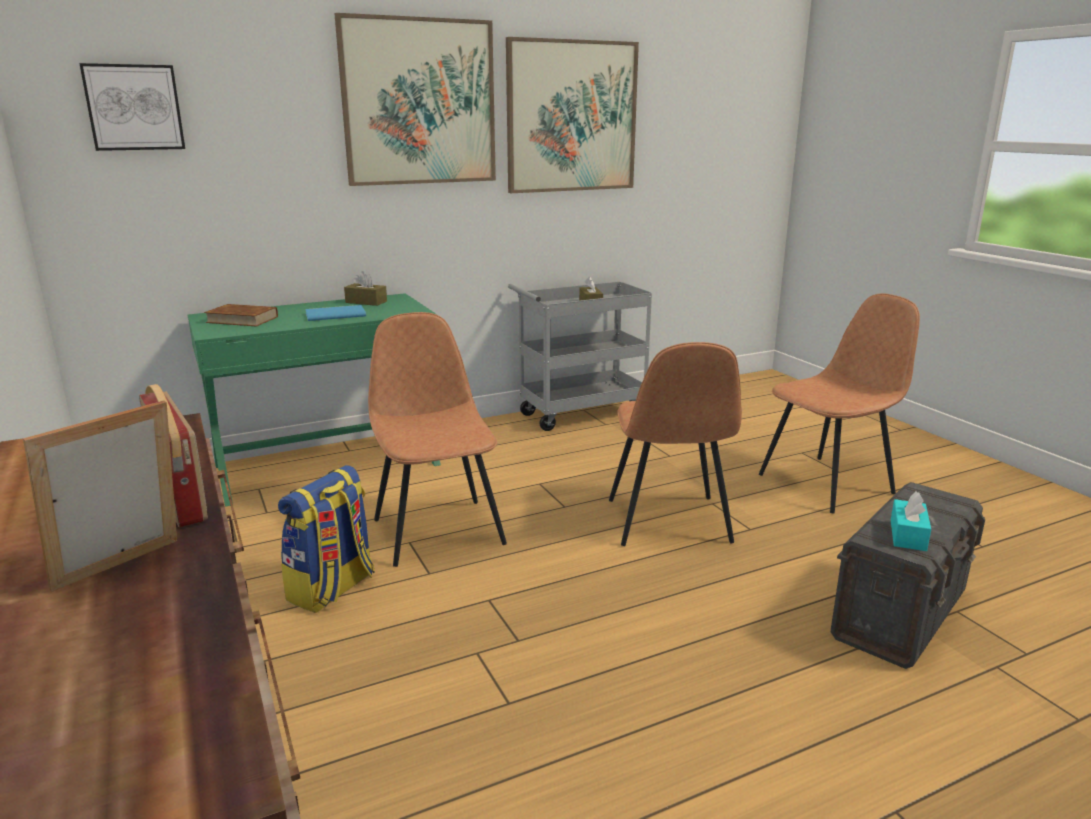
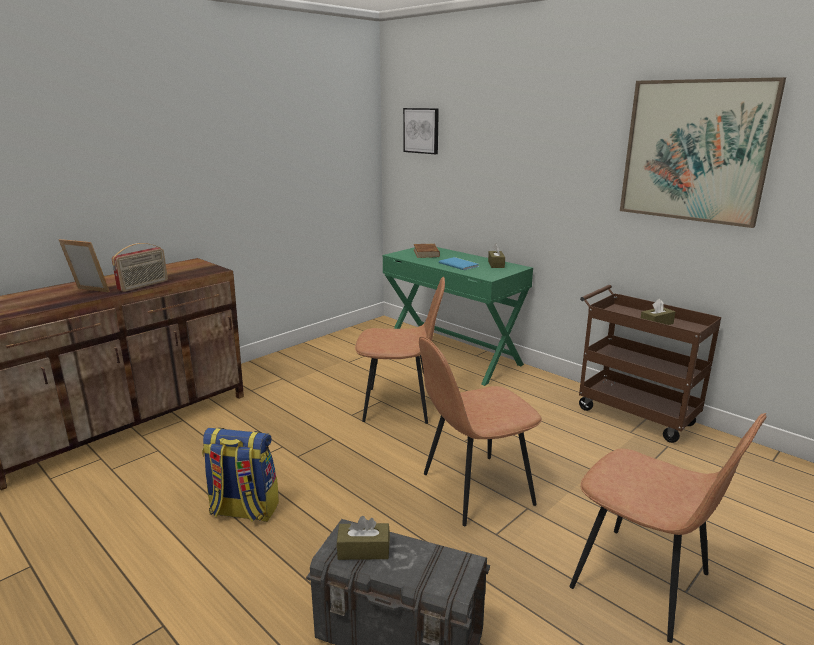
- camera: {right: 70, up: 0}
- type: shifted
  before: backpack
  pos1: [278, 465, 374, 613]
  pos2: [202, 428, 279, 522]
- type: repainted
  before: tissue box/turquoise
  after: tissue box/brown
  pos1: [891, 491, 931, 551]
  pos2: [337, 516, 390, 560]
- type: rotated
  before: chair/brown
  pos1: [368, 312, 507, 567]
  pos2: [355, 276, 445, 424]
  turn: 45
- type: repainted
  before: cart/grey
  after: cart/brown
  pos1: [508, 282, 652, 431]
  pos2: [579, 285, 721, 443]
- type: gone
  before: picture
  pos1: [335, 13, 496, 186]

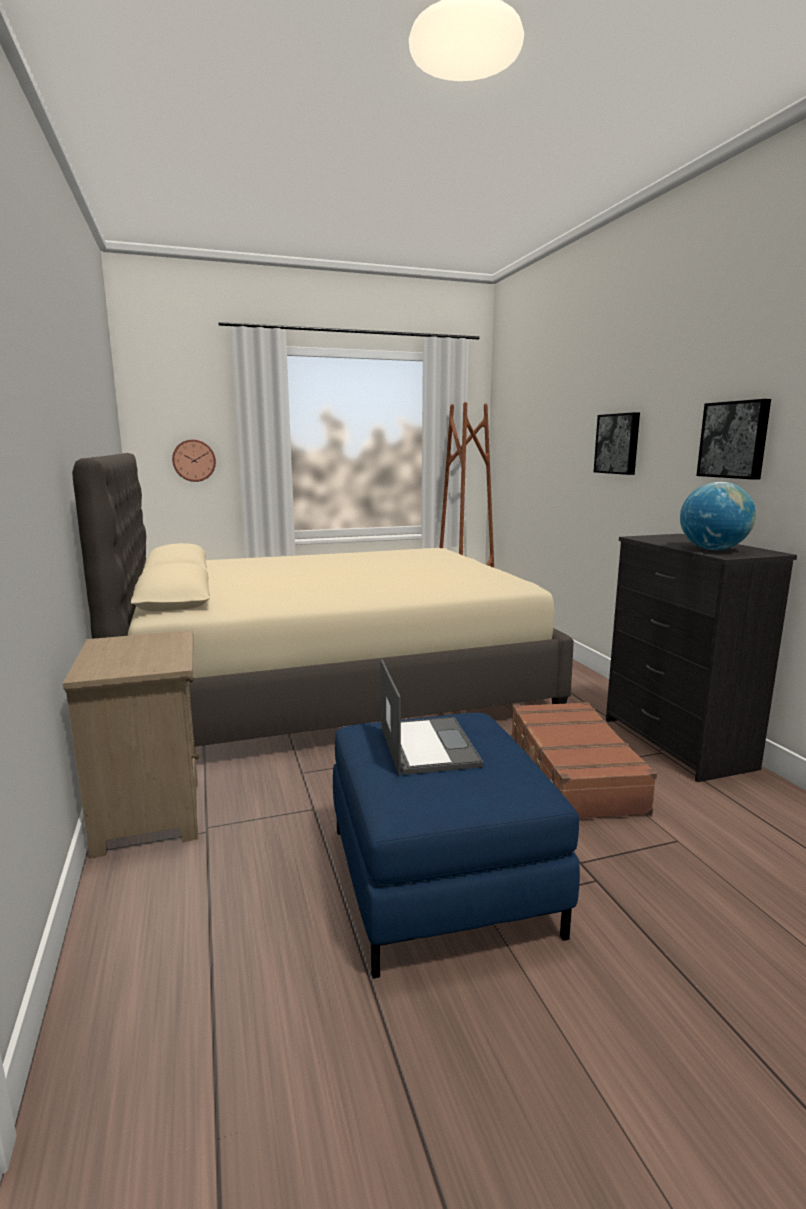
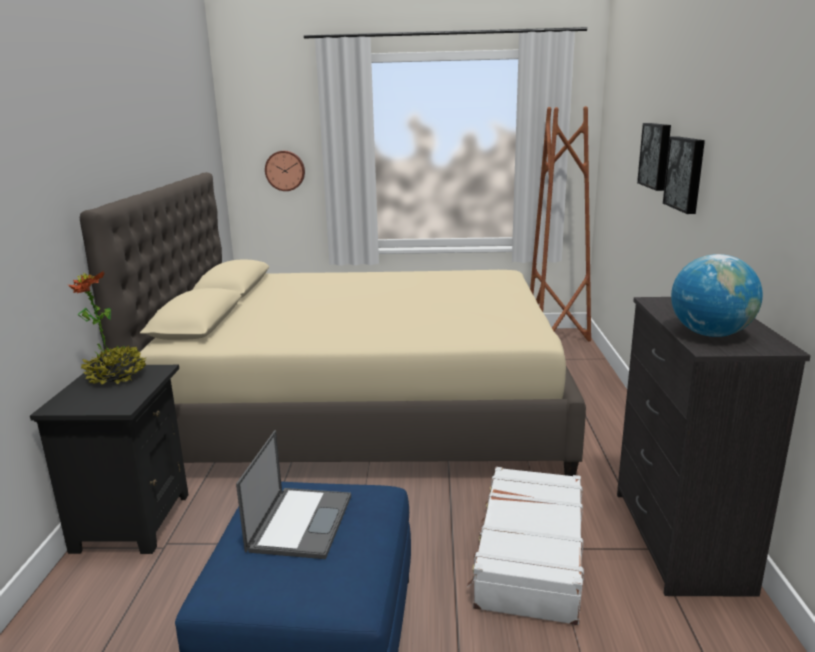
- camera: {right: 20, up: 5}
- type: repainted
  before: nightstand/beige
  after: nightstand/black
  pos1: [63, 630, 199, 858]
  pos2: [30, 365, 189, 554]
- type: new
  after: potted plant
  pos2: [68, 271, 147, 385]
- type: repainted
  before: suitcase/brown
  after: suitcase/white
  pos1: [511, 702, 657, 819]
  pos2: [467, 467, 584, 625]
- type: shifted
  before: picture
  pos1: [696, 399, 771, 480]
  pos2: [637, 123, 671, 191]

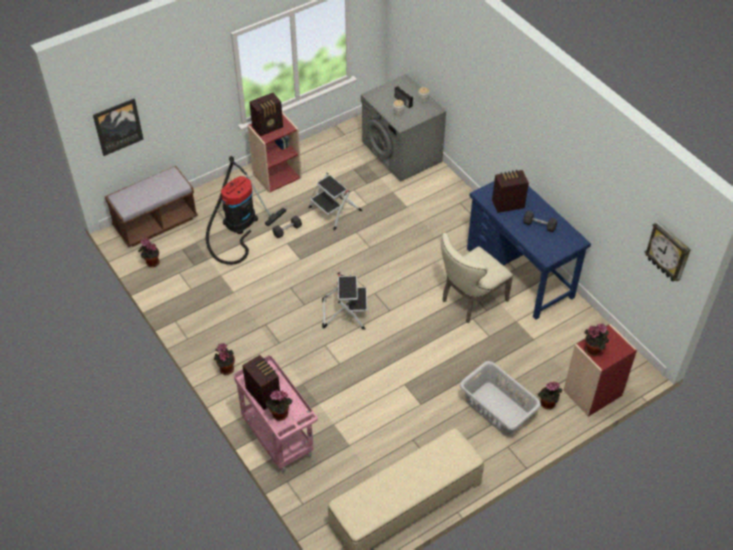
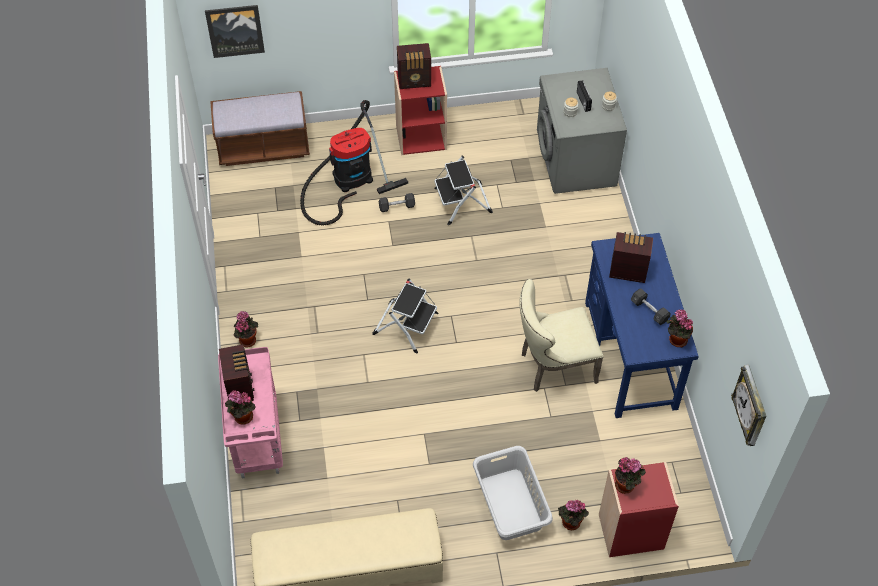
- camera: {right: 25, up: 5}
- type: shifted
  before: potted plant
  pos1: [138, 238, 160, 267]
  pos2: [667, 309, 693, 347]

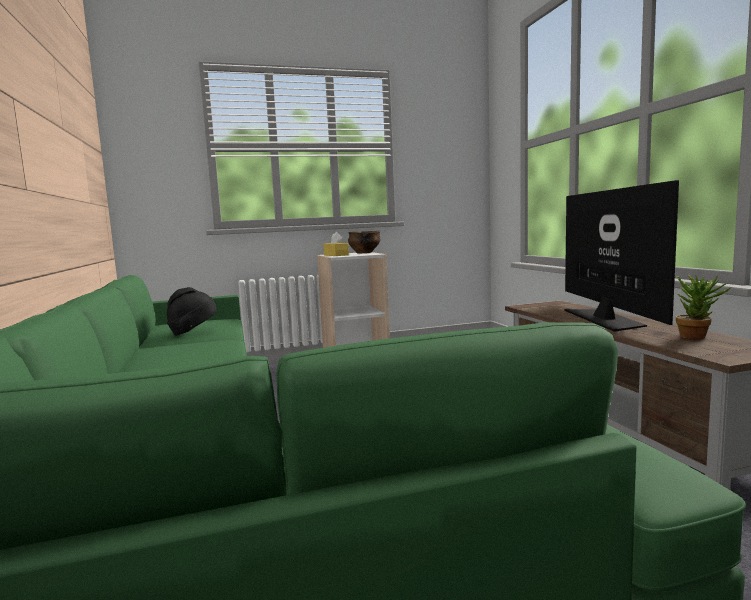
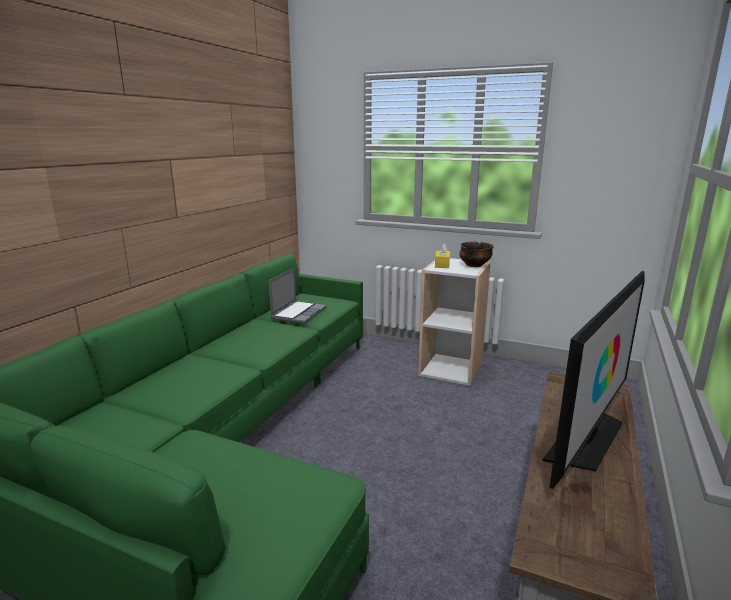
- camera: {right: 40, up: 10}
- type: swapped
  before: hat/black
  after: laptop
  pos1: [167, 287, 217, 336]
  pos2: [269, 268, 327, 324]
- type: gone
  before: potted plant
  pos1: [675, 275, 732, 340]

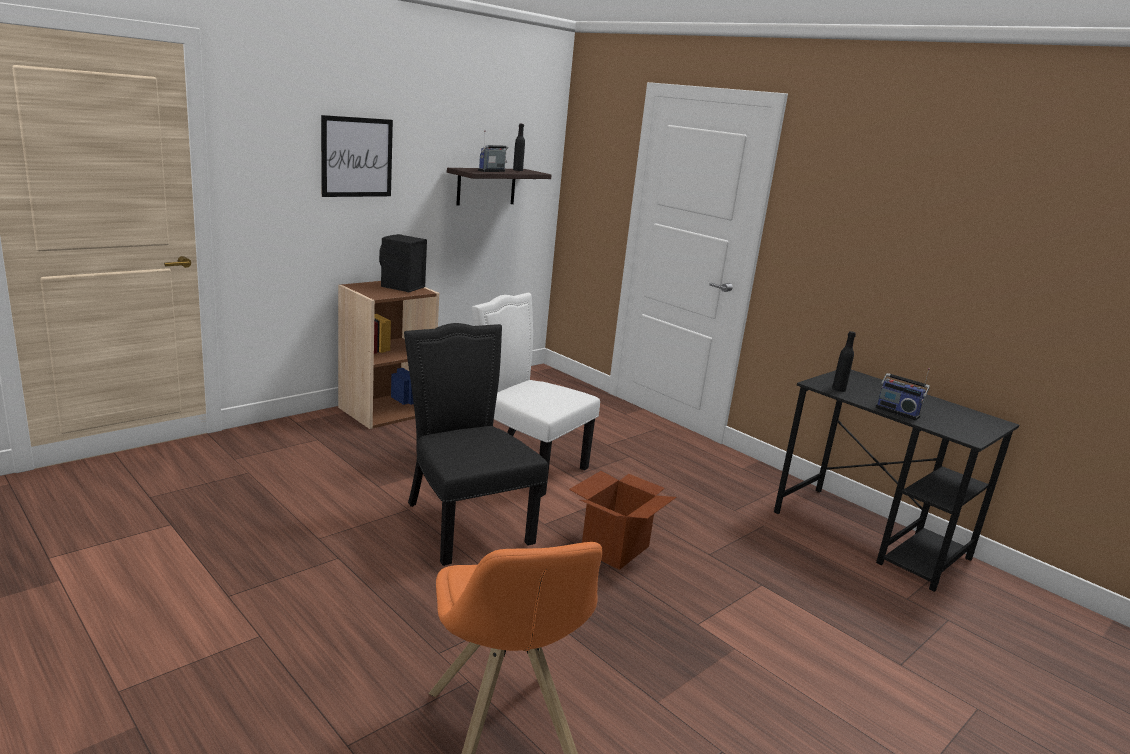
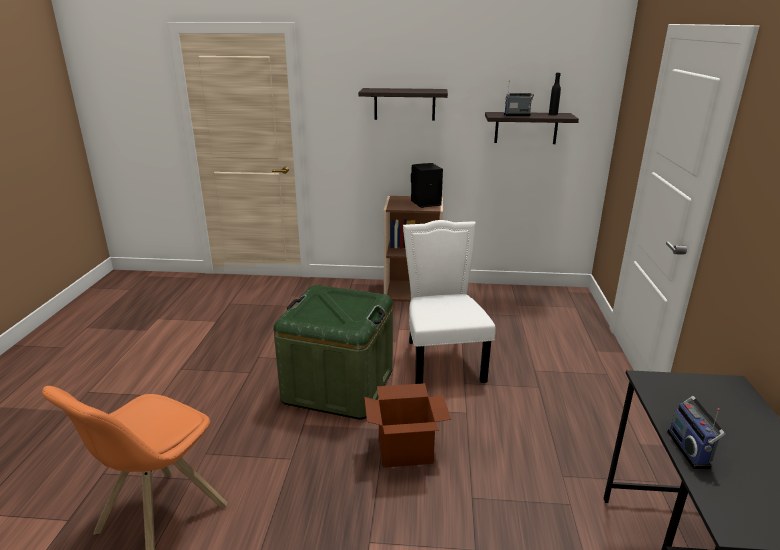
- camera: {right: 50, up: 5}
- type: swapped
  before: chair/black
  after: storage box/green
  pos1: [404, 323, 548, 566]
  pos2: [273, 285, 393, 420]
- type: swapped
  before: picture
  after: shelf
  pos1: [321, 115, 393, 197]
  pos2: [358, 88, 448, 121]
- type: gone
  before: bottle/black
  pos1: [832, 331, 856, 392]

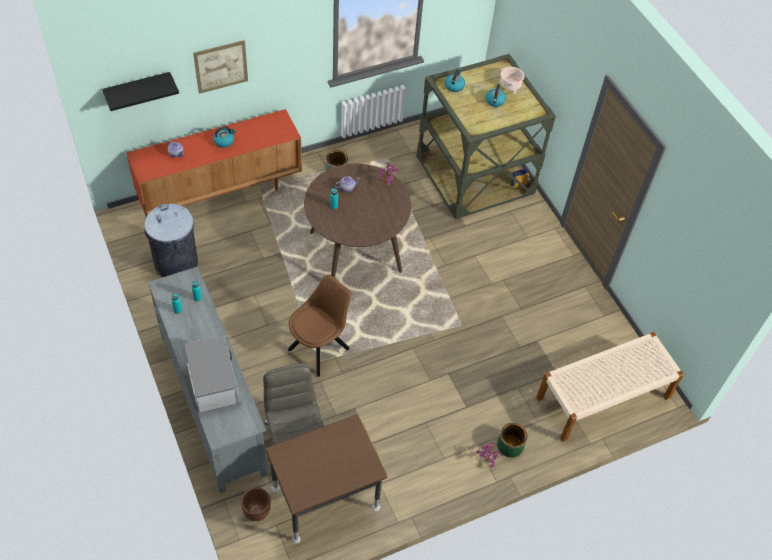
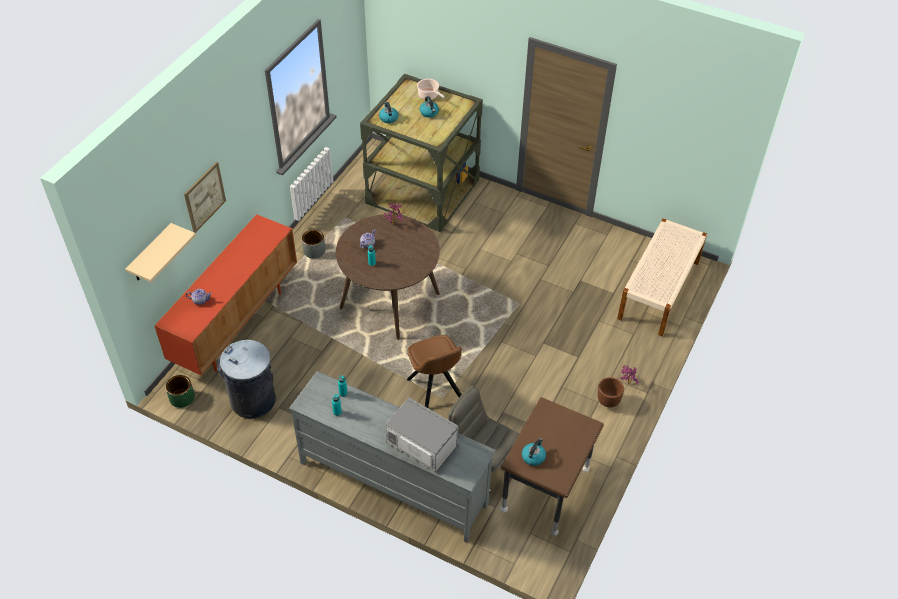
- camera: {right: -35, up: -5}
- type: repainted
  before: shelf/black
  after: shelf/beige
  pos1: [102, 72, 179, 111]
  pos2: [125, 223, 196, 282]
- type: shifted
  before: planter/green
  pos1: [497, 423, 527, 457]
  pos2: [165, 375, 195, 408]
- type: rotated
  before: chair/brown
  pos1: [288, 275, 351, 377]
  pos2: [407, 335, 462, 408]
  turn: 150
- type: shifted
  before: kettle
  pos1: [213, 127, 236, 148]
  pos2: [522, 438, 546, 466]
- type: shifted
  before: planter/brown
  pos1: [241, 487, 271, 521]
  pos2: [597, 377, 624, 407]

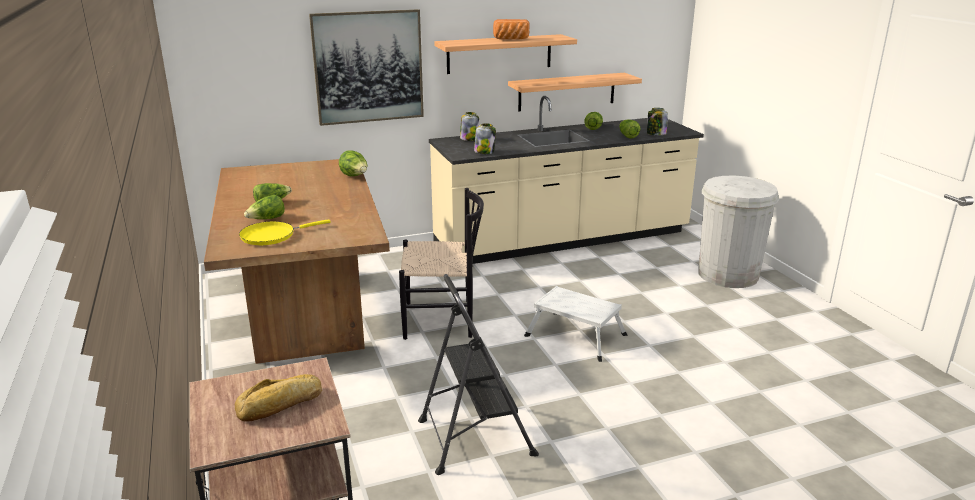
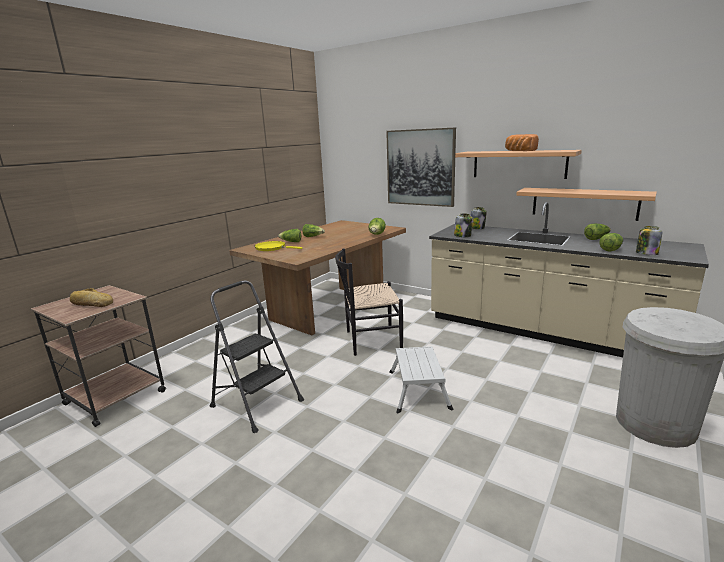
- camera: {right: 55, up: -5}
- type: rotated
  before: chair/black
  pos1: [399, 188, 484, 340]
  pos2: [335, 249, 403, 356]
  turn: 120

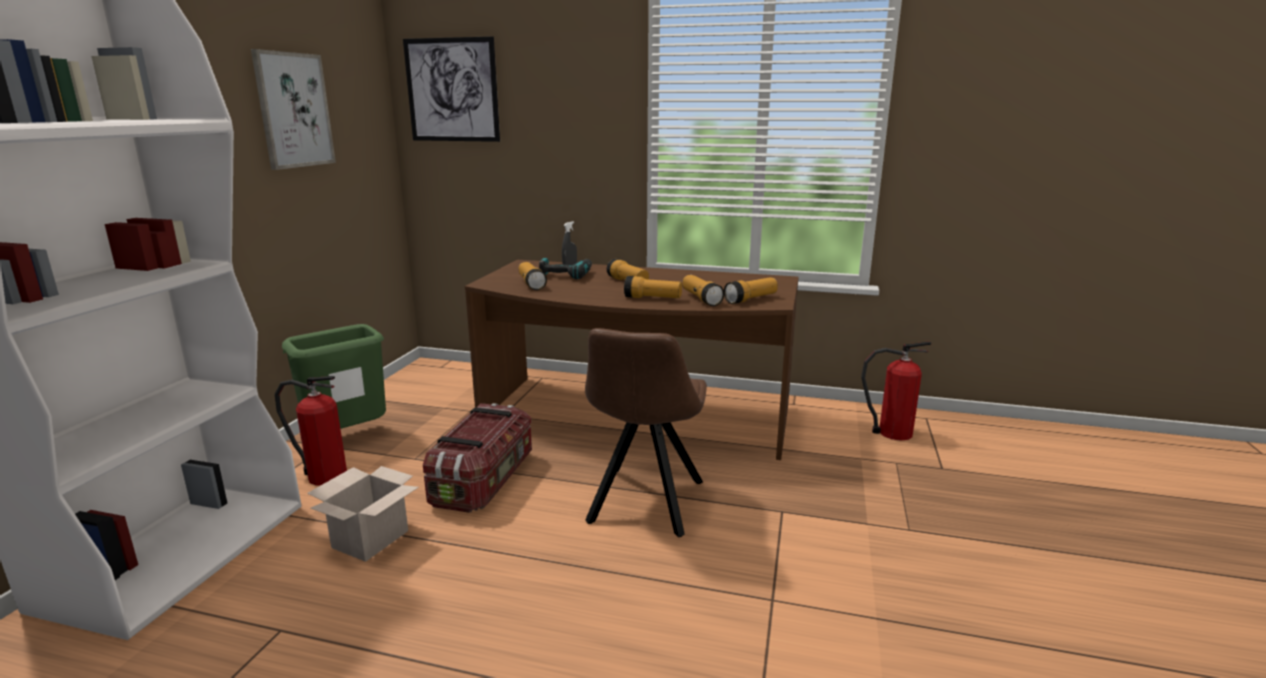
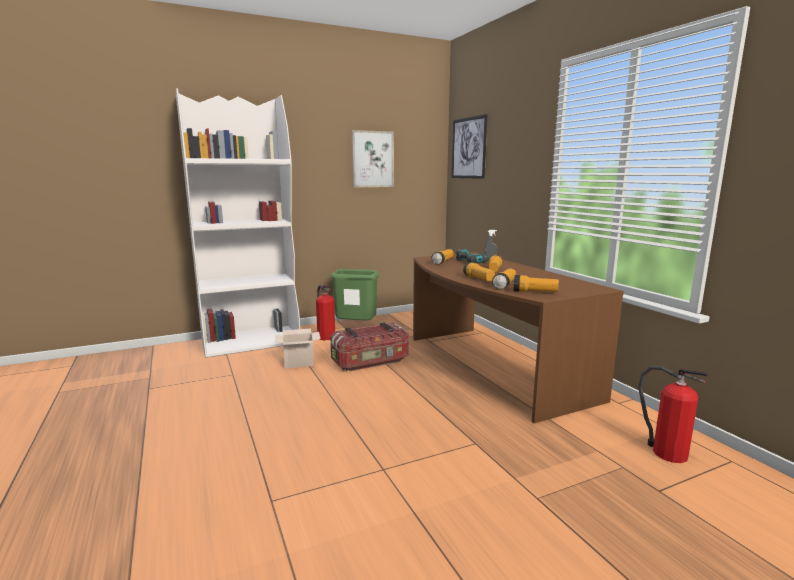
- camera: {right: 50, up: -5}
- type: gone
  before: chair/brown
  pos1: [585, 328, 707, 537]

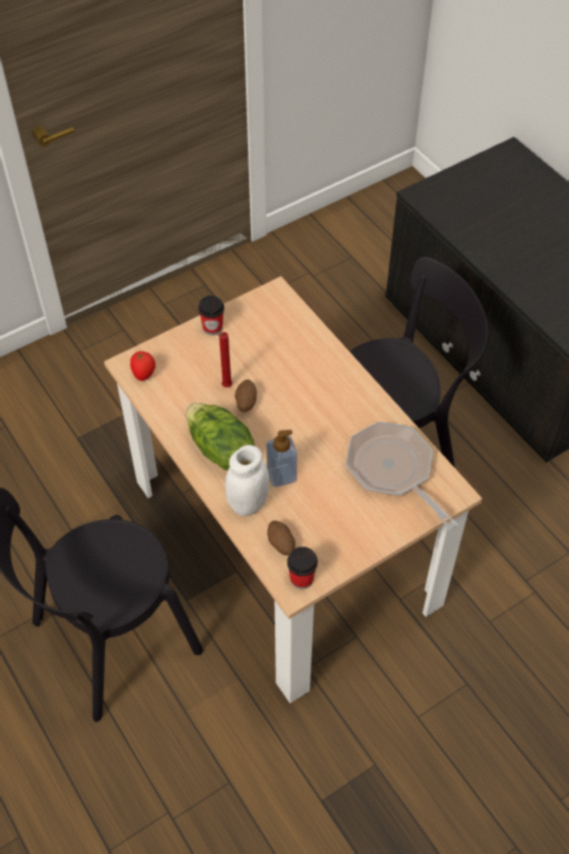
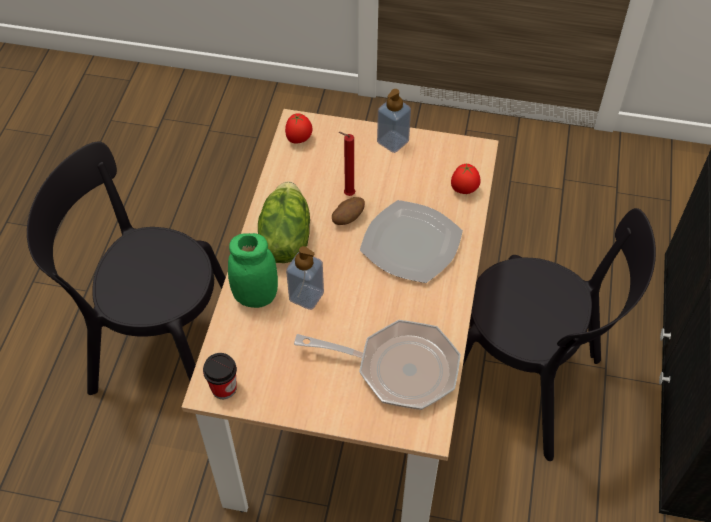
- camera: {right: 45, up: 0}
- type: repainted
  before: jar/white
  after: jar/green
  pos1: [225, 445, 270, 516]
  pos2: [228, 233, 278, 308]
- type: rotated
  before: frying pan
  pos1: [345, 422, 458, 530]
  pos2: [294, 320, 461, 410]
  turn: 90
- type: new
  after: plate
  pos2: [360, 200, 463, 283]
- type: swapped
  before: cup
  after: soap dispenser
  pos1: [198, 295, 224, 335]
  pos2: [377, 89, 411, 153]
- type: new
  after: tomato
  pos2: [451, 163, 480, 194]
- type: gone
  before: potato
  pos1: [267, 521, 295, 555]

